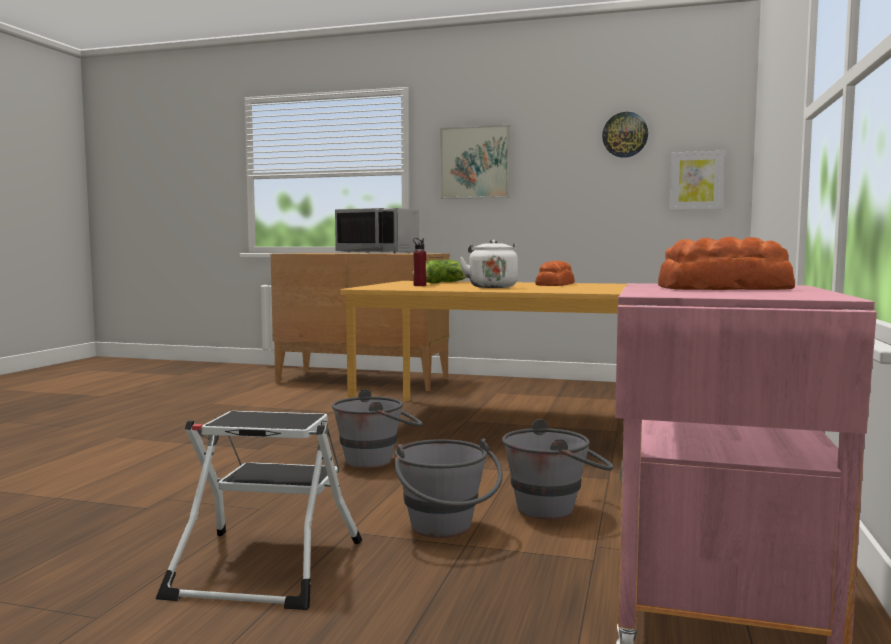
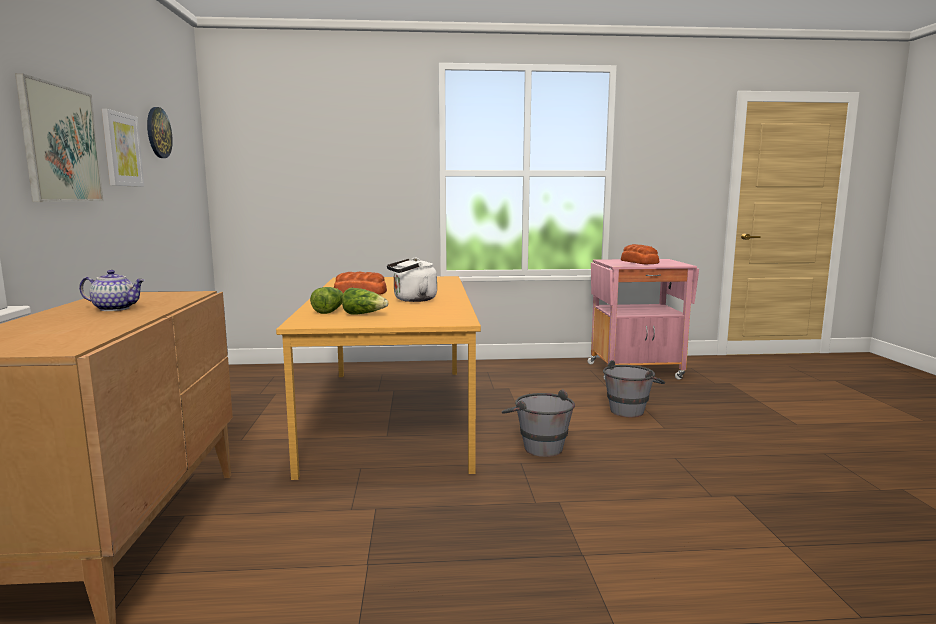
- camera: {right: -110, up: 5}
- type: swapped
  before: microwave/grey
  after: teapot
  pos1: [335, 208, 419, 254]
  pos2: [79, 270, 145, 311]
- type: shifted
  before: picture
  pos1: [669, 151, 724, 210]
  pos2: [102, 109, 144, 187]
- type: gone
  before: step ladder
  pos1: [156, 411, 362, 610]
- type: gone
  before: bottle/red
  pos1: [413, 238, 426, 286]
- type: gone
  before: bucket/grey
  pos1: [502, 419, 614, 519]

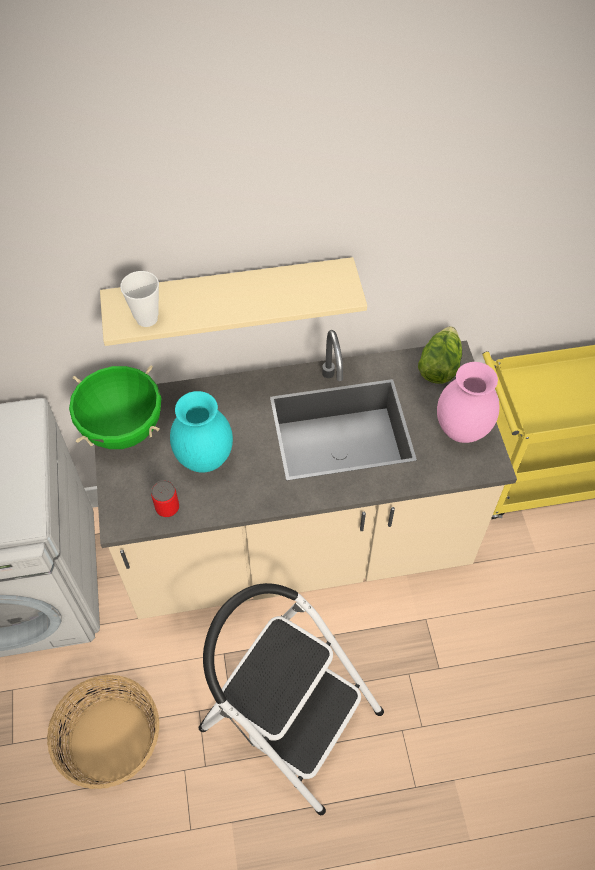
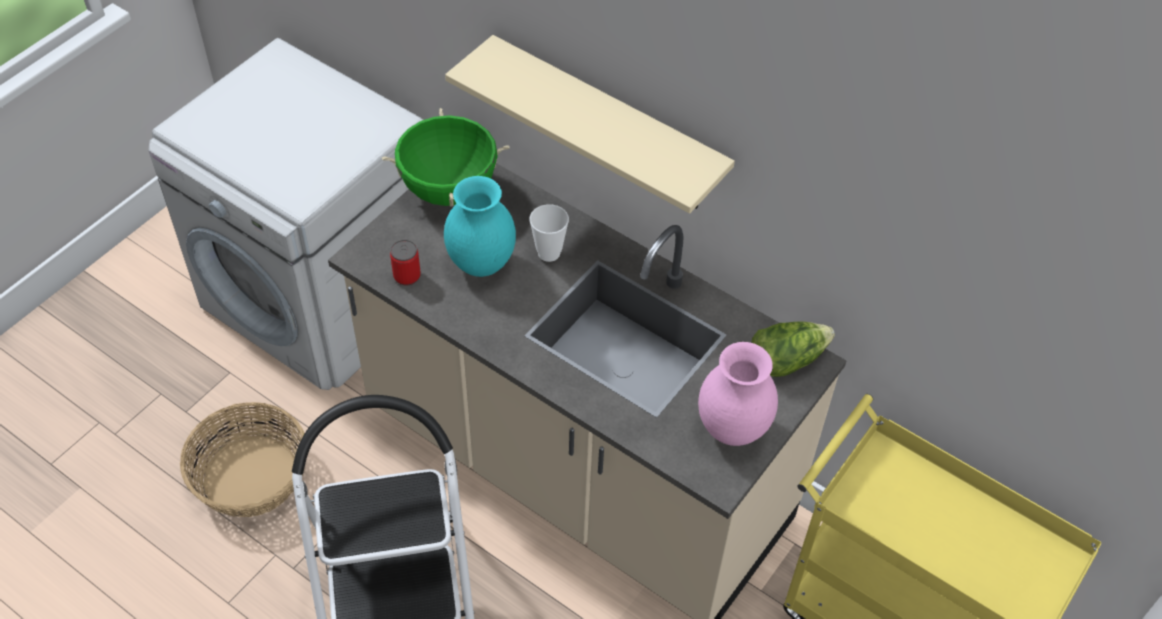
- camera: {right: 45, up: -5}
- type: shifted
  before: cup
  pos1: [120, 271, 159, 327]
  pos2: [530, 204, 569, 262]

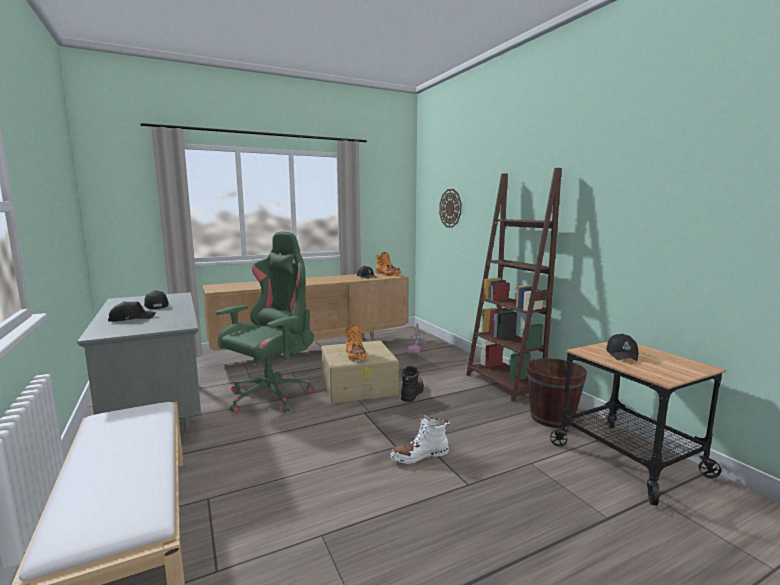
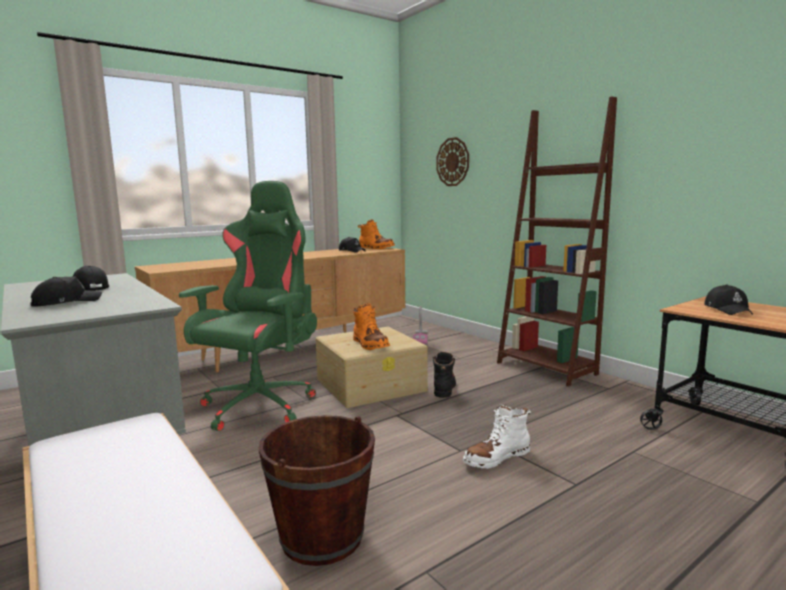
- camera: {right: -10, up: 0}
- type: shifted
  before: bucket/brown
  pos1: [527, 358, 587, 428]
  pos2: [258, 415, 375, 566]

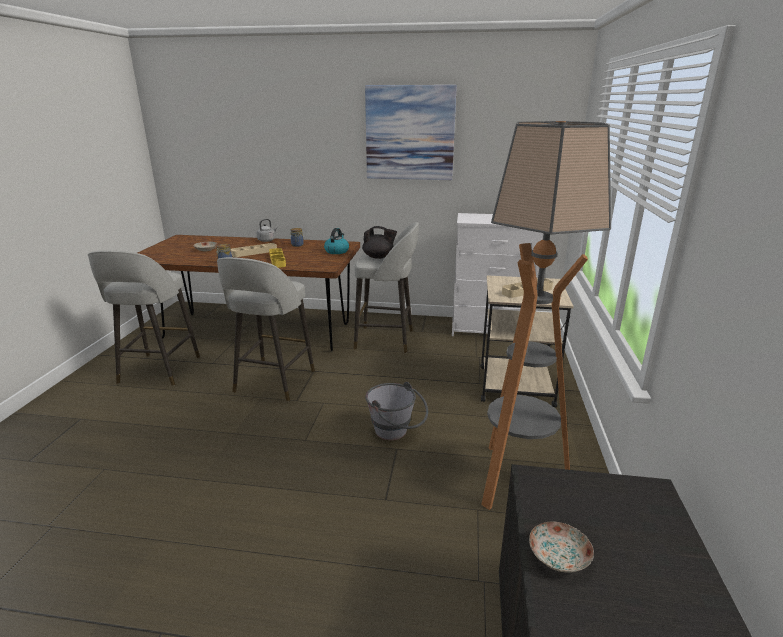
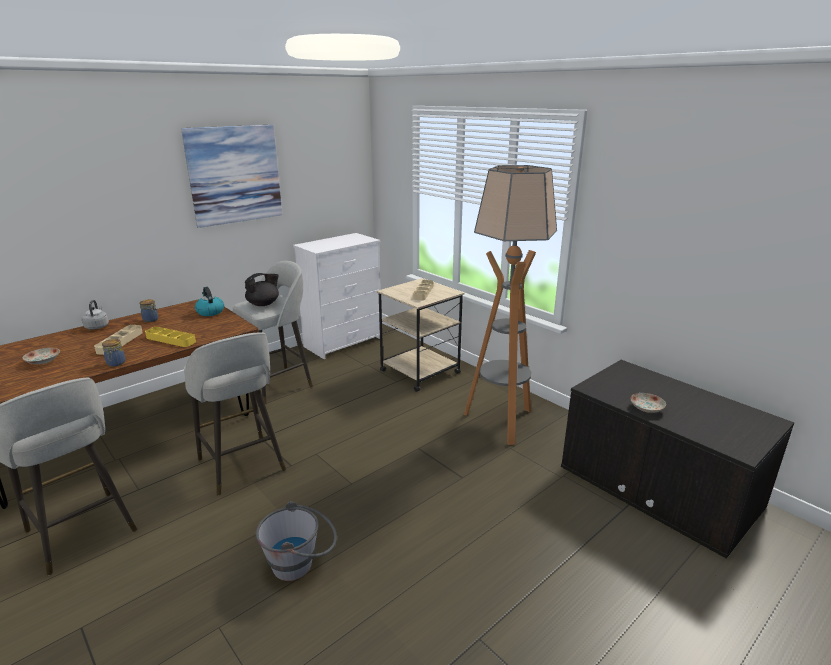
- camera: {right: -50, up: 0}
- type: shifted
  before: bucket/grey
  pos1: [365, 382, 428, 440]
  pos2: [256, 501, 337, 581]

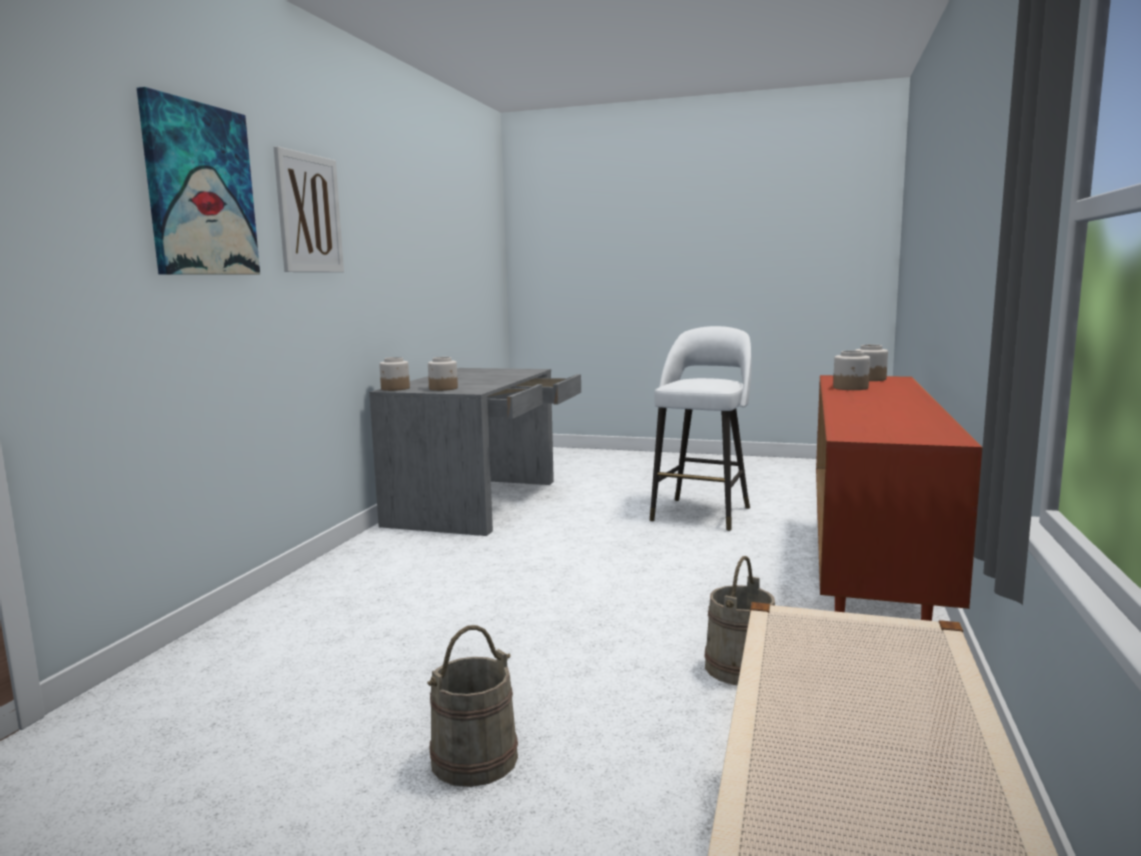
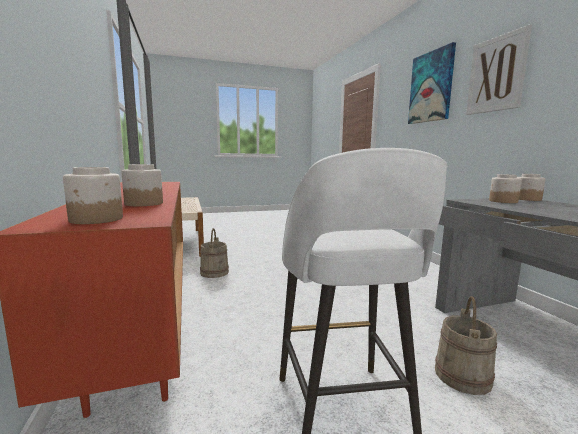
- camera: {right: 145, up: 0}
- type: shifted
  before: bucket/beige
  pos1: [427, 625, 518, 787]
  pos2: [435, 296, 497, 395]

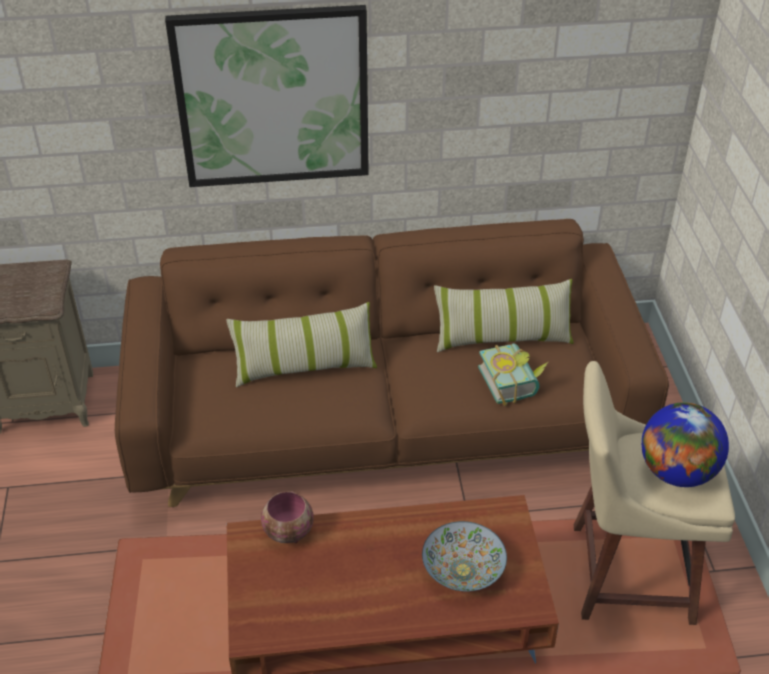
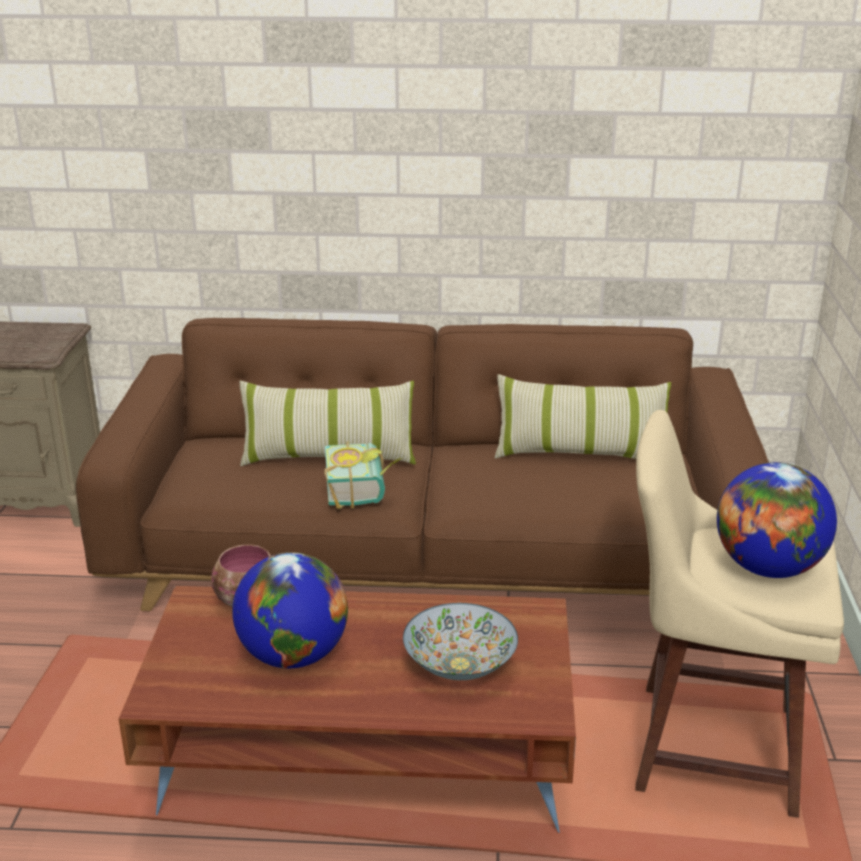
- camera: {right: 10, up: -15}
- type: new
  after: globe
  pos2: [232, 552, 348, 668]
- type: shifted
  before: book
  pos1: [478, 344, 548, 406]
  pos2: [324, 441, 402, 509]
- type: gone
  before: picture
  pos1: [165, 5, 369, 187]

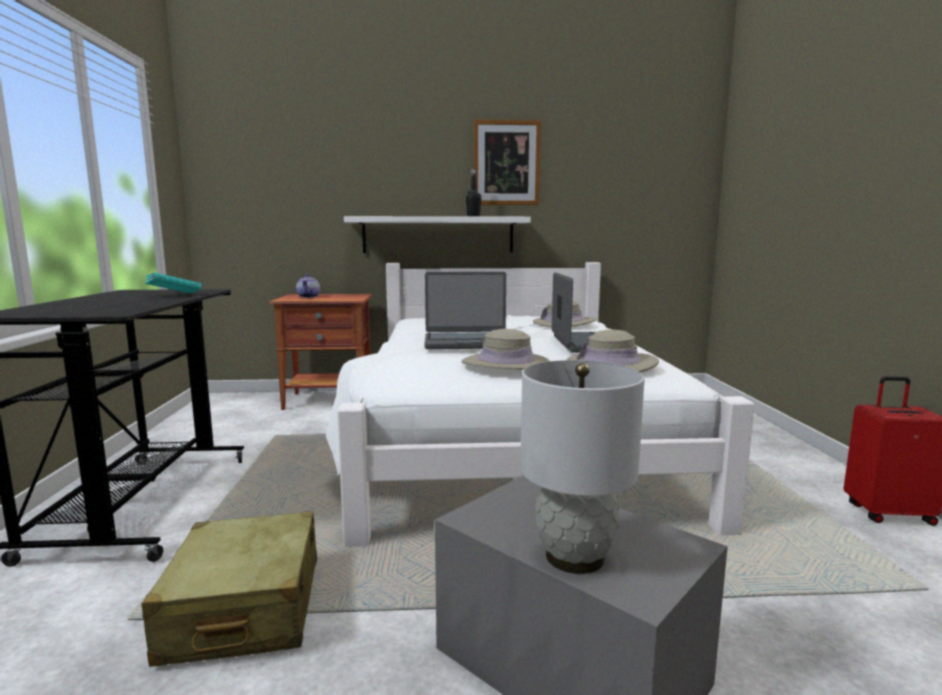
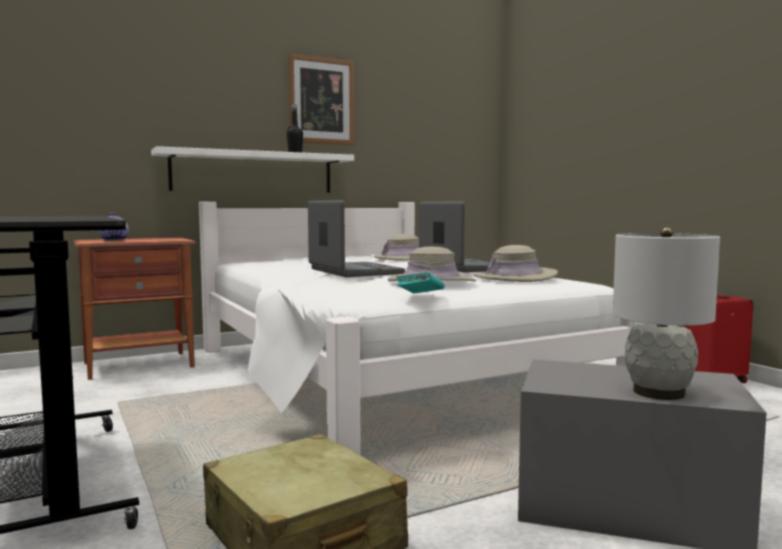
- camera: {right: -25, up: -5}
- type: rotated
  before: laptop
  pos1: [424, 272, 506, 349]
  pos2: [308, 200, 405, 277]
  turn: -90
- type: shifted
  before: book/turquoise
  pos1: [145, 273, 201, 293]
  pos2: [396, 273, 445, 293]

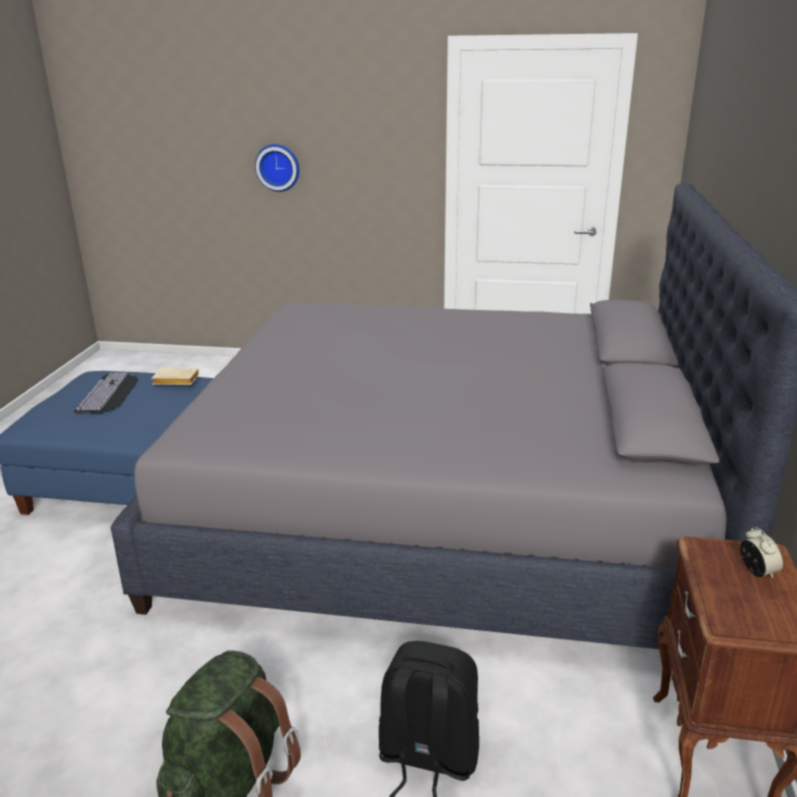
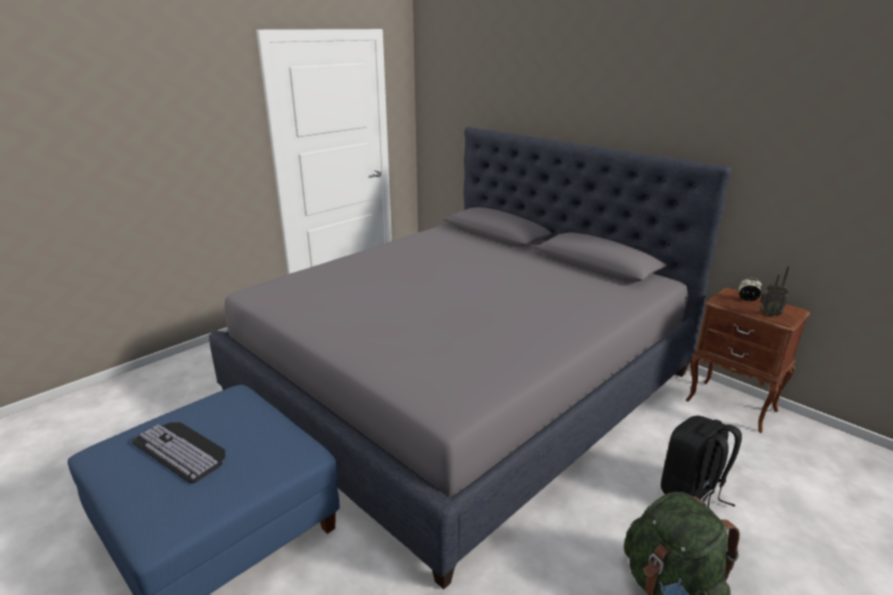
- camera: {right: -55, up: 0}
- type: new
  after: radio
  pos2: [760, 266, 790, 317]
- type: gone
  before: book/beige
  pos1: [151, 368, 199, 385]
- type: gone
  before: wall clock
  pos1: [255, 144, 299, 192]

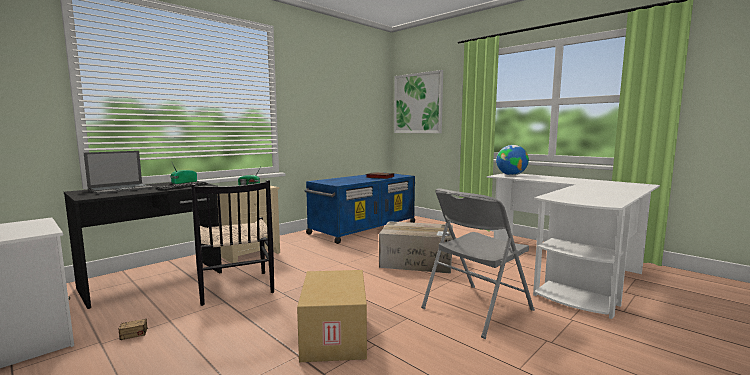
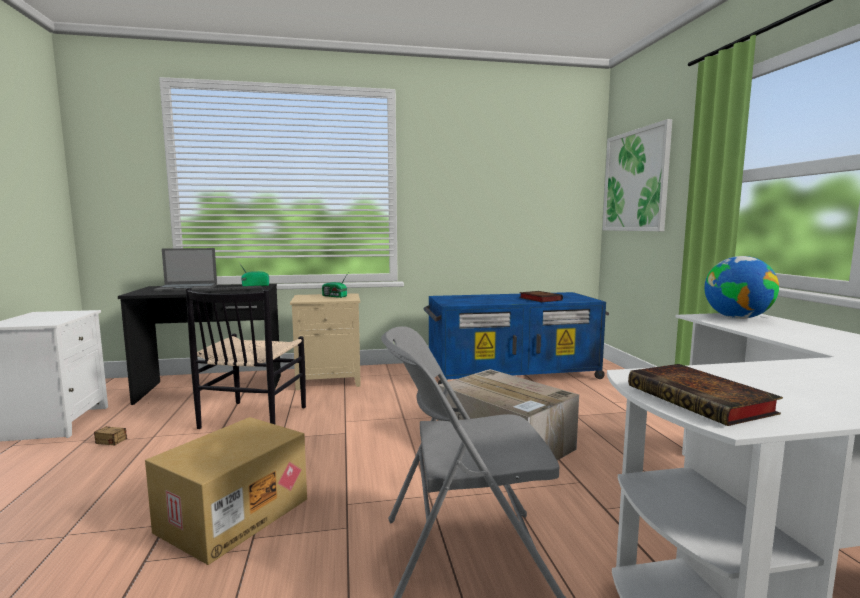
- camera: {right: 35, up: 0}
- type: new
  after: book
  pos2: [628, 364, 783, 426]

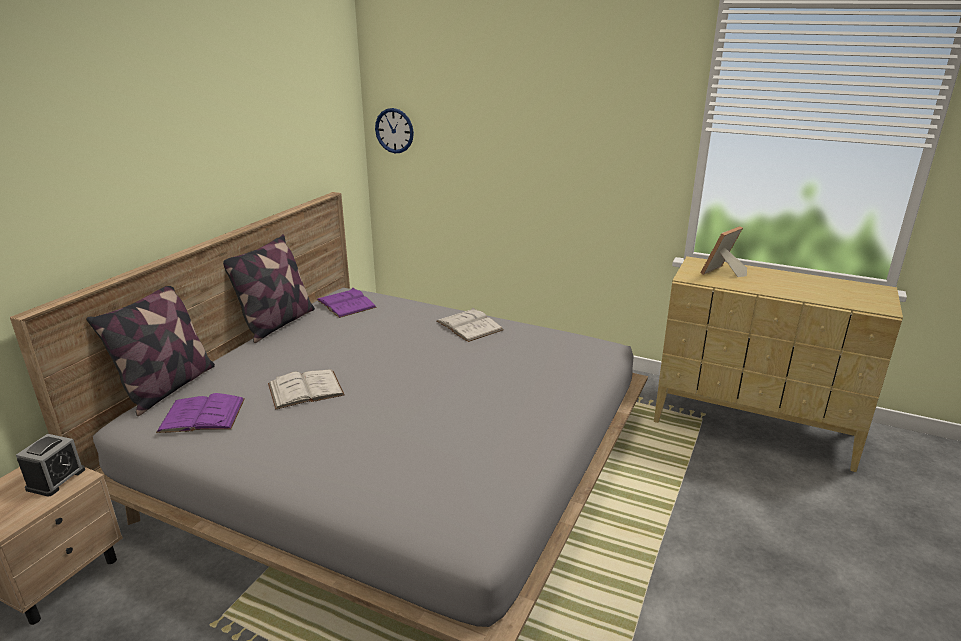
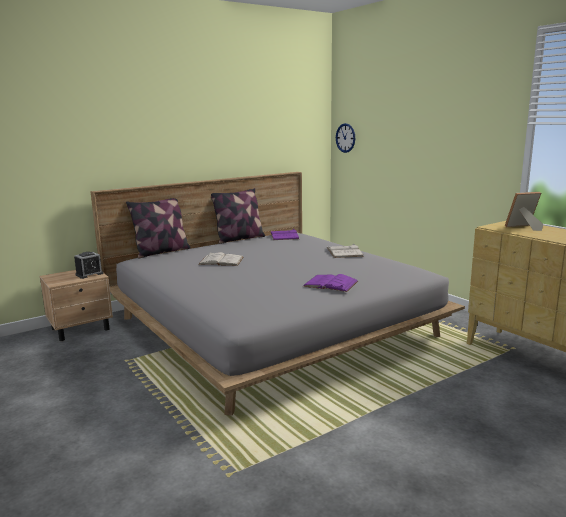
- camera: {right: 30, up: -10}
- type: shifted
  before: book/purple
  pos1: [156, 393, 245, 433]
  pos2: [303, 274, 358, 292]

